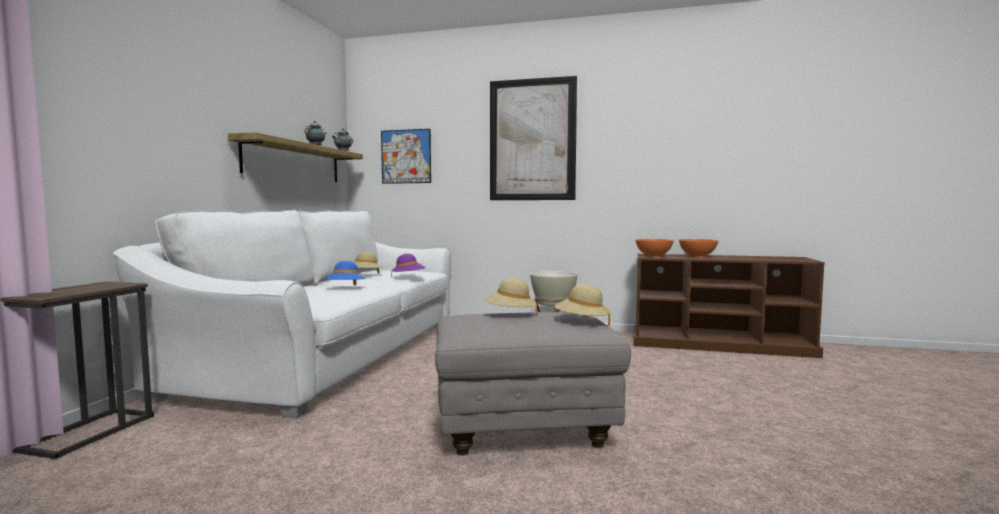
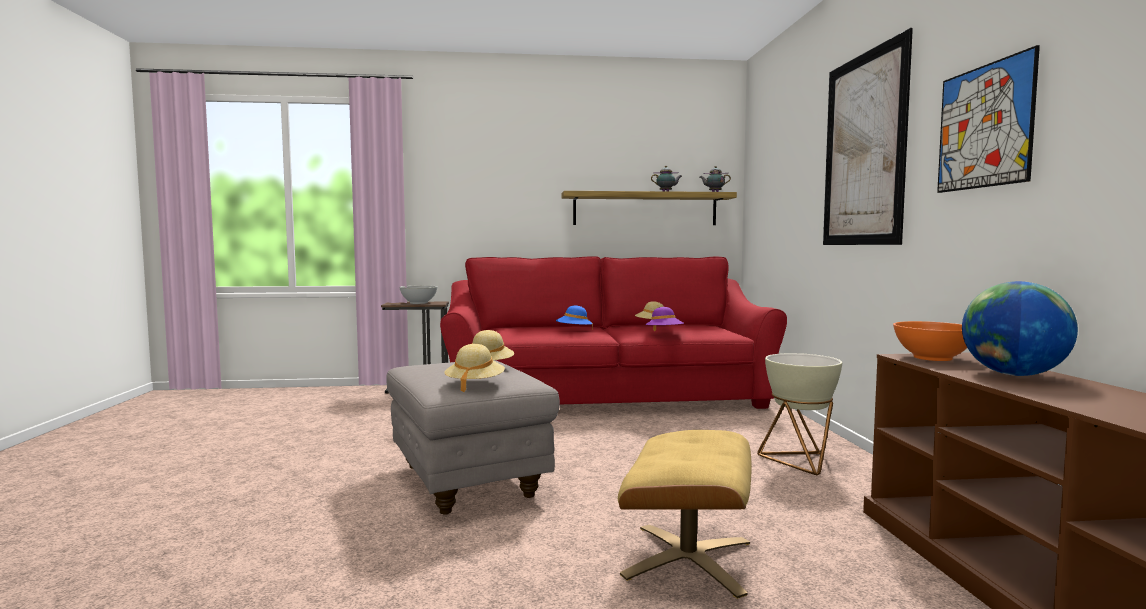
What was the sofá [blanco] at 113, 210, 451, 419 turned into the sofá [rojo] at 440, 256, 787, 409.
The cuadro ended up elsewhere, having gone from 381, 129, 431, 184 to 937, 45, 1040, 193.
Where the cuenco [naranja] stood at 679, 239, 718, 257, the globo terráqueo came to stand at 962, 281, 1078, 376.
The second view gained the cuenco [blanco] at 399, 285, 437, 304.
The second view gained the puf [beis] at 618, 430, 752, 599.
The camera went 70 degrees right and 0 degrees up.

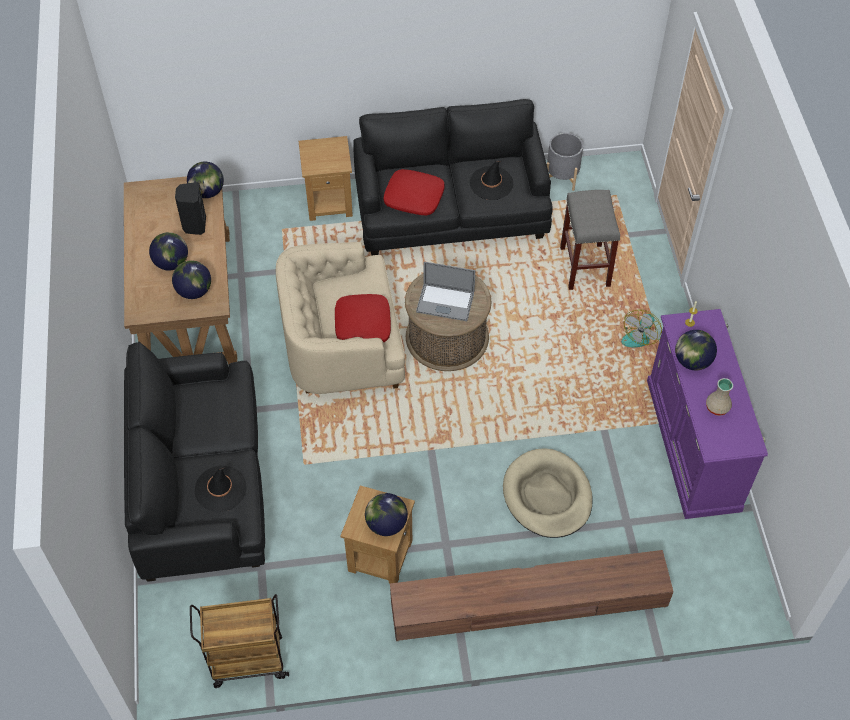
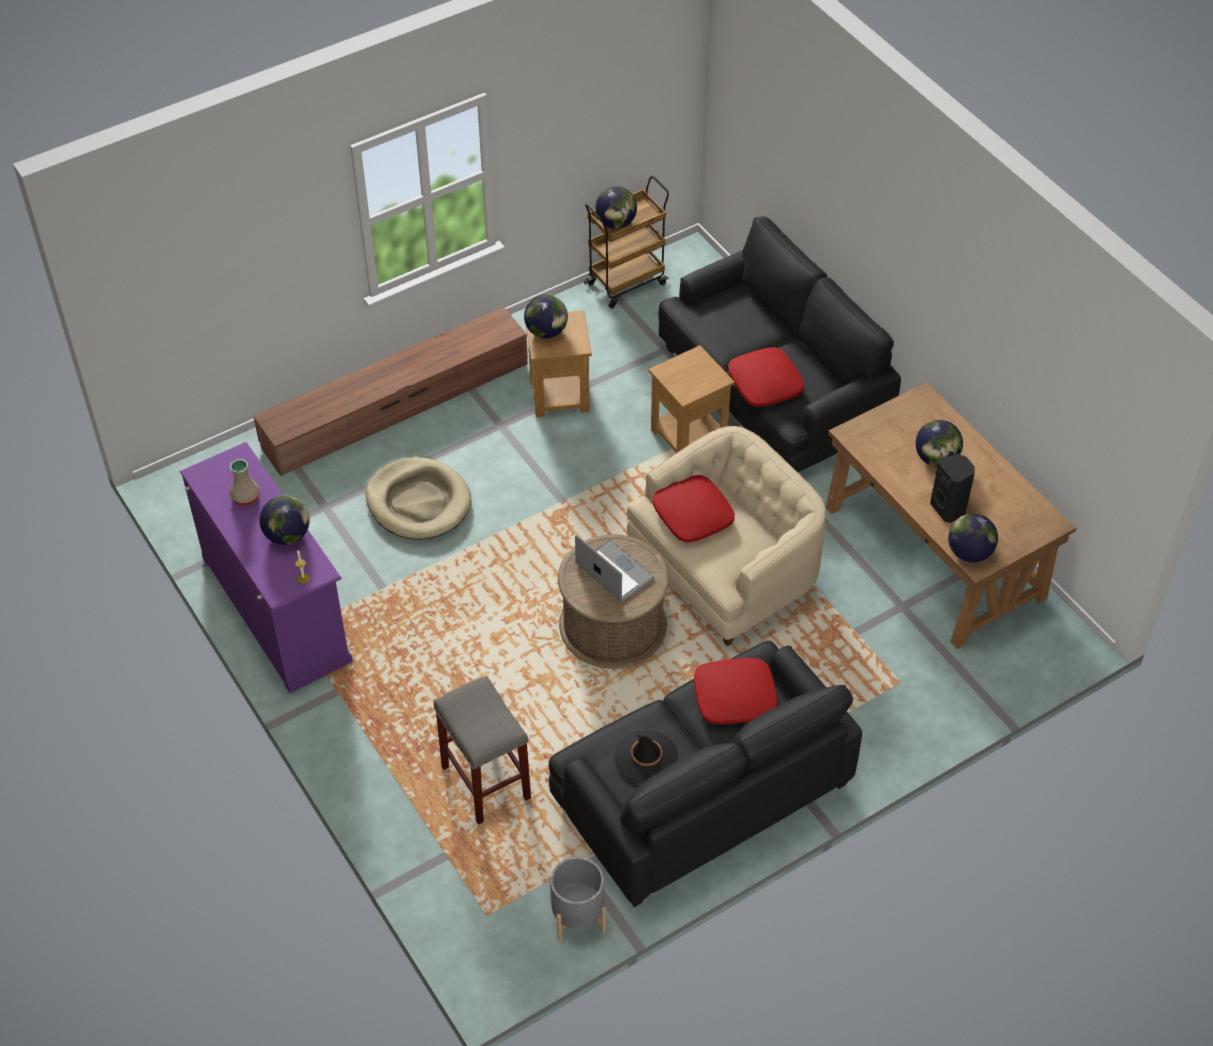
The globo terráqueo ended up elsewhere, having gone from 172, 260, 211, 299 to 595, 186, 637, 229.
The second view lost the sombrero [negro] at 195, 466, 246, 512.
The mesa auxiliar [marrón] ended up elsewhere, having gone from 299, 136, 353, 221 to 649, 345, 735, 453.
The portátil at 416, 262, 475, 321 ended up facing another way, 60 degrees clockwise from before.
The second view lost the ventilador at 621, 309, 662, 347.
The second view gained the cojín [rojo] at 728, 347, 804, 407.
The camera went 155 degrees right and 5 degrees down.

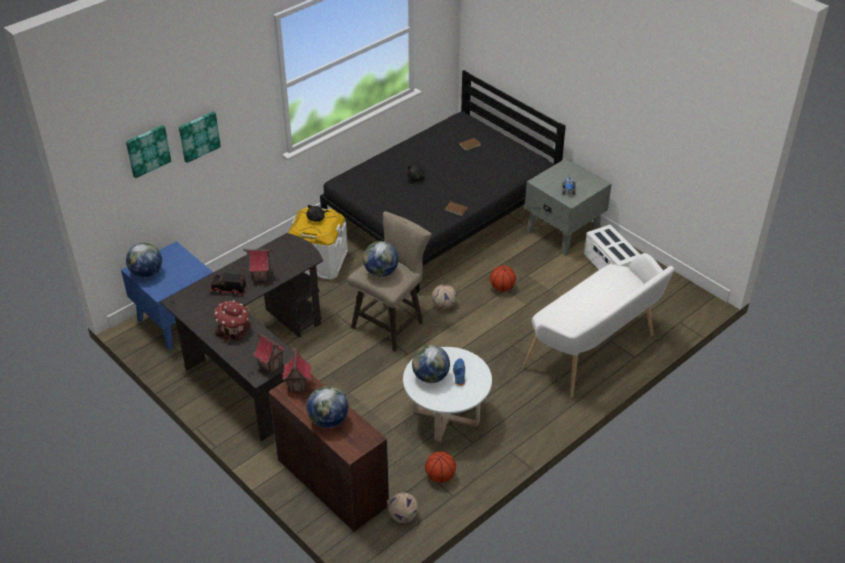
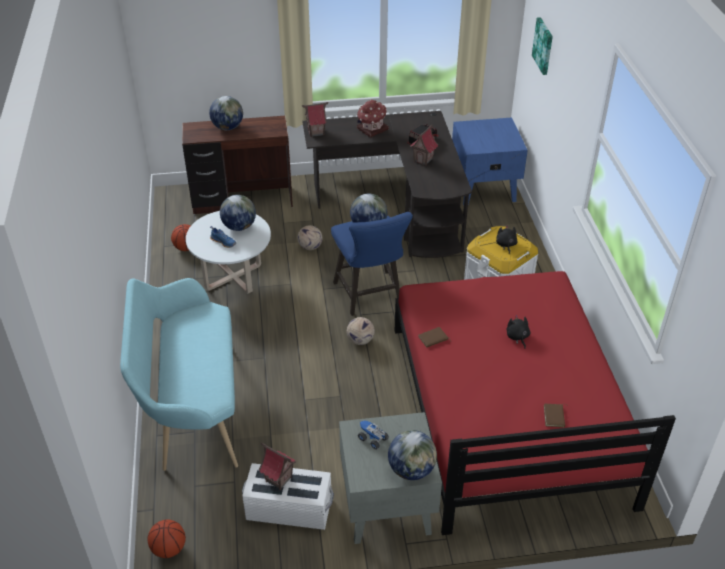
The globo terráqueo ended up elsewhere, having gone from 126, 243, 162, 278 to 388, 430, 437, 480.
The second view lost the cuadro at 179, 111, 221, 163.
The casita ended up elsewhere, having gone from 282, 346, 311, 392 to 258, 442, 296, 490.
What was the cama [negro] at 320, 70, 566, 293 turned into the cama [rojo] at 395, 271, 676, 535.
What was the taburete [beis] at 348, 211, 432, 352 turned into the taburete [azul] at 331, 212, 413, 316.
The balón de fútbol ended up elsewhere, having gone from 388, 493, 418, 523 to 298, 225, 323, 250.
The balón de baloncesto ended up elsewhere, having gone from 490, 265, 516, 292 to 147, 519, 186, 558.
What was the banco [blanco] at 522, 253, 675, 397 turned into the banco [turquesa] at 120, 278, 238, 471.
The camera went 125 degrees right and 0 degrees up.

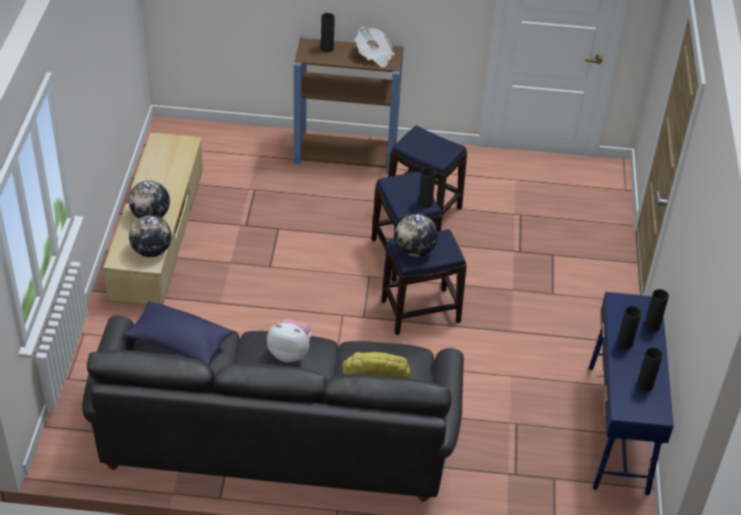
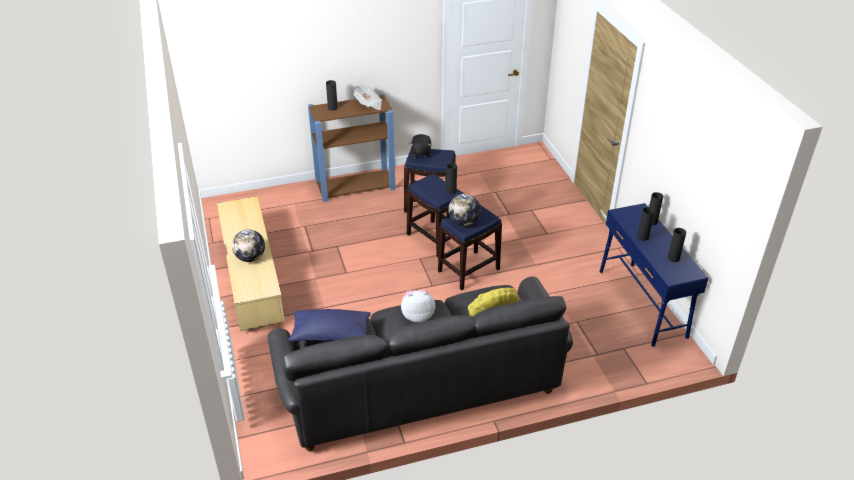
The second view lost the globo terráqueo at 129, 215, 171, 257.
The second view gained the peluche [negro] at 410, 134, 431, 158.
The camera went 20 degrees left and 5 degrees down.

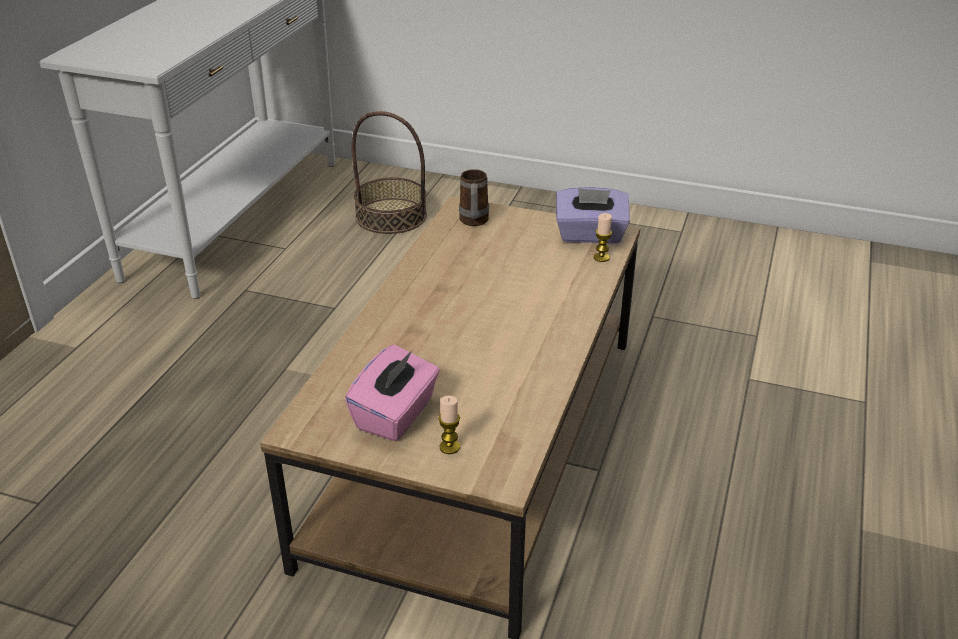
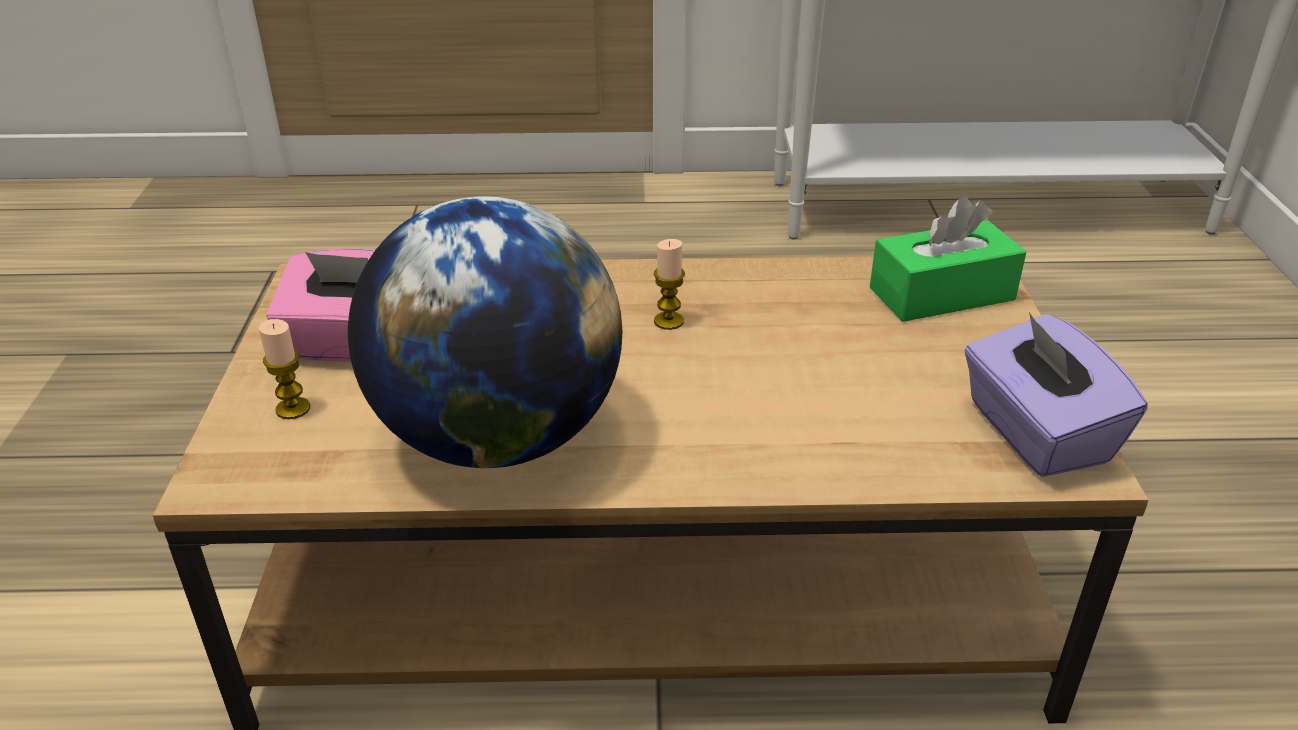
The second view lost the cesta at 352, 111, 427, 234.
Where the taza grande stood at 459, 169, 489, 226, the caja de pañuelos [verde] came to stand at 870, 197, 1026, 322.
The vela ended up elsewhere, having gone from 594, 213, 612, 262 to 654, 239, 685, 330.
The second view gained the globo terráqueo at 348, 196, 622, 468.
The camera went 70 degrees right and 0 degrees up.

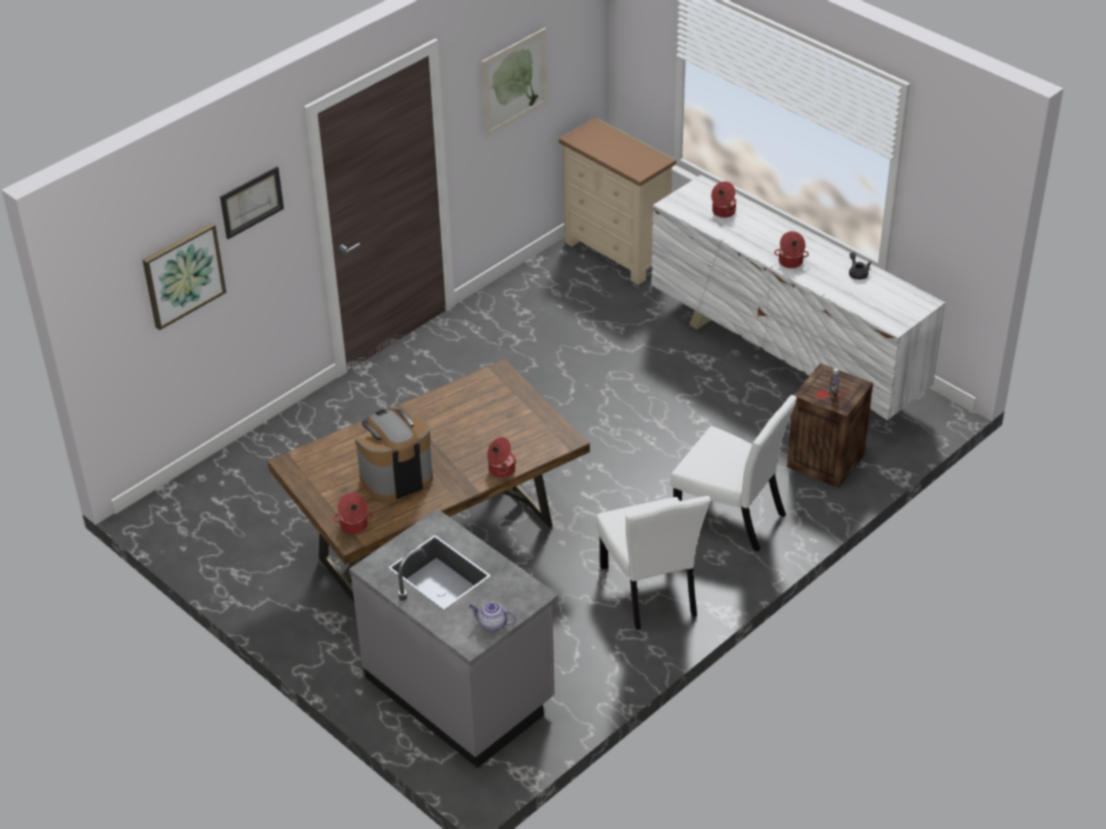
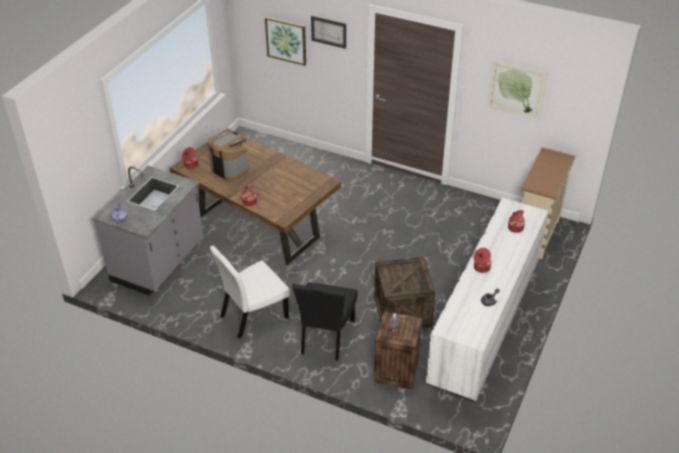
What was the silla [blanco] at 670, 395, 797, 551 turned into the silla [negro] at 292, 282, 357, 361.
The second view gained the caja de embalaje at 374, 257, 435, 328.
The camera went 70 degrees right and 0 degrees up.

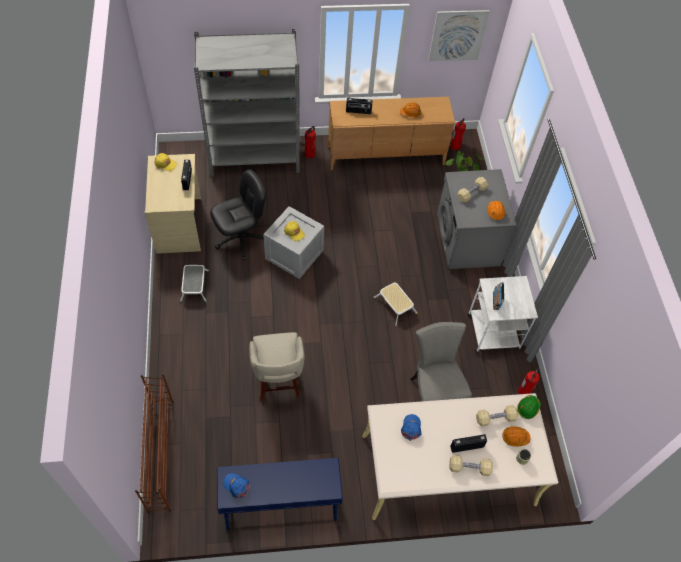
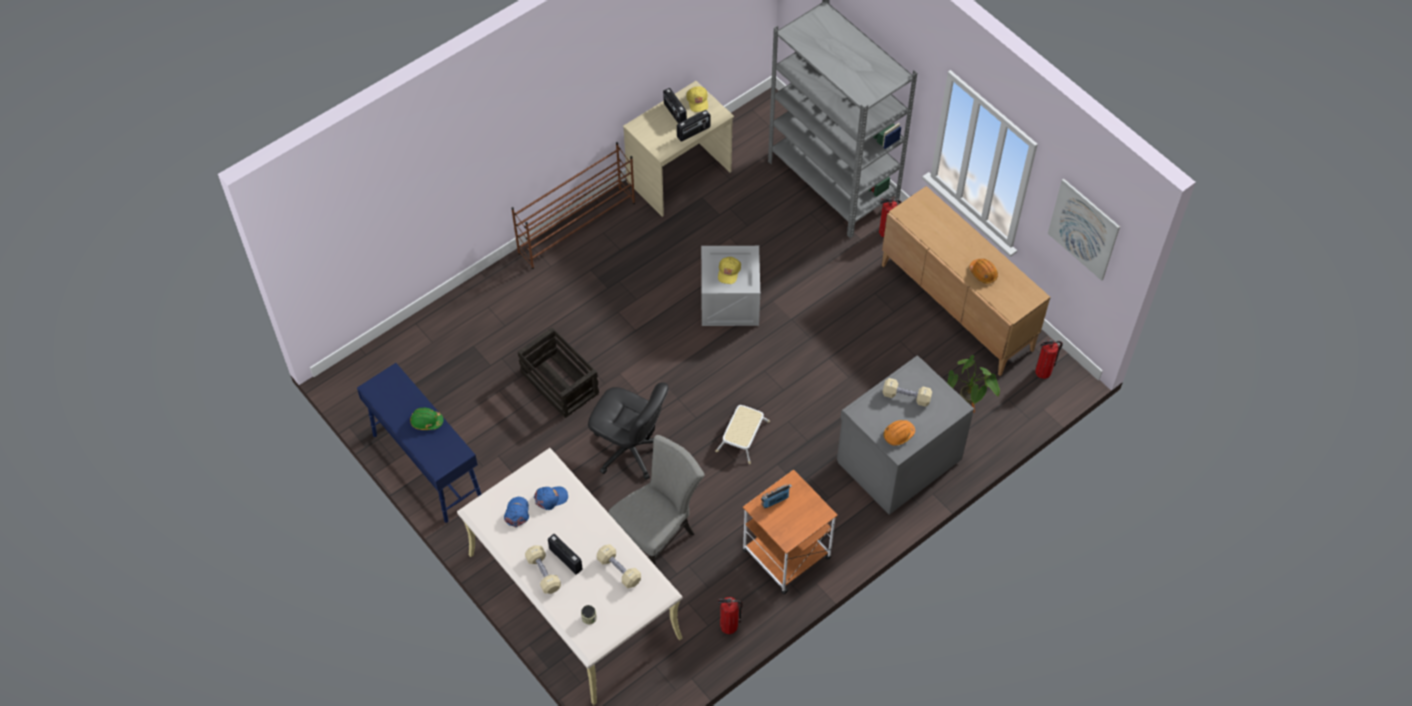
The zapatero [marrón] ended up elsewhere, having gone from 135, 374, 174, 513 to 511, 142, 635, 269.
The second view lost the escalera de tijera [gris] at 179, 265, 210, 303.
The silla de oficina [negro] ended up elsewhere, having gone from 210, 169, 266, 260 to 588, 382, 669, 480.
The gorra [azul] ended up elsewhere, having gone from 223, 473, 250, 498 to 504, 497, 529, 527.
Where the taburete [beis] stood at 249, 332, 305, 401, the caja de embalaje came to stand at 518, 328, 599, 418.
The radio ended up elsewhere, having gone from 346, 98, 373, 114 to 663, 88, 687, 123.
What was the carrito [blanco] at 468, 276, 538, 353 turned into the carrito [naranja] at 742, 469, 838, 595.
The second view lost the casco [naranja] at 502, 426, 531, 447.
The casco [verde] ended up elsewhere, having gone from 517, 395, 541, 419 to 410, 408, 444, 430.
The camera went 60 degrees right and 0 degrees up.

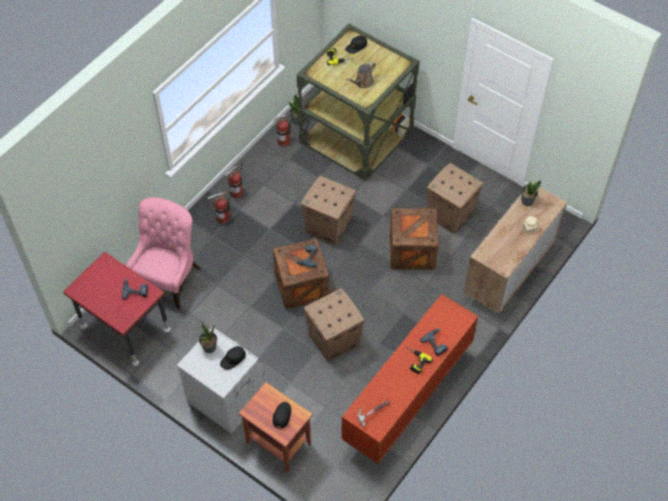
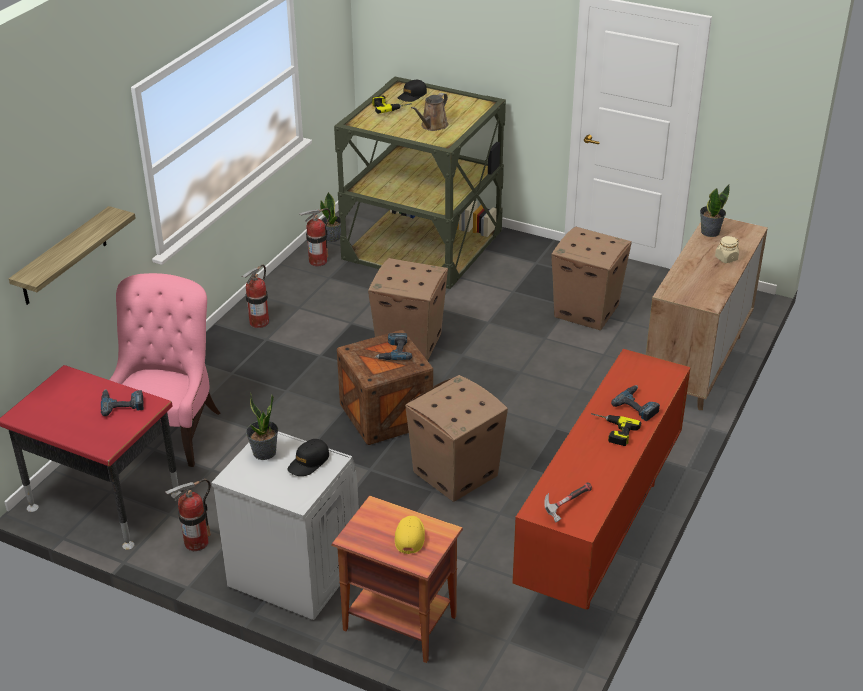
The extintor ended up elsewhere, having gone from 207, 191, 232, 224 to 165, 479, 211, 551.
What was the gorra [negro] at 273, 402, 291, 428 turned into the gorra [amarillo] at 395, 516, 425, 554.
The second view lost the caja de embalaje at 390, 208, 439, 270.
The second view gained the estante at 9, 206, 136, 305.
The camera went 10 degrees left and 20 degrees down.

